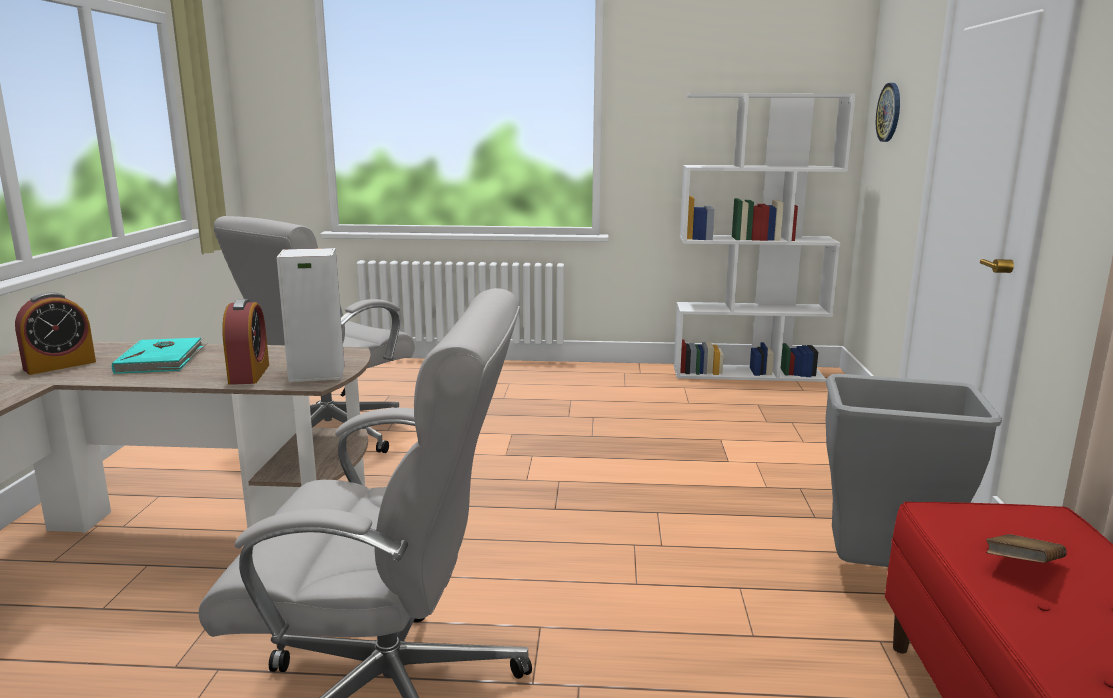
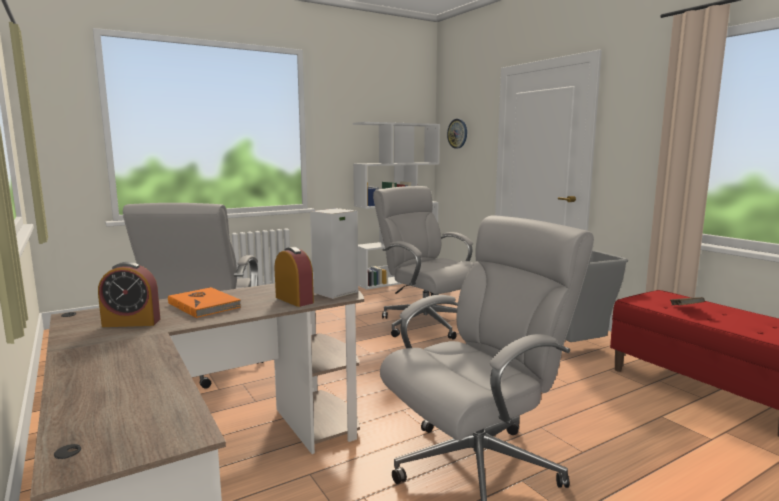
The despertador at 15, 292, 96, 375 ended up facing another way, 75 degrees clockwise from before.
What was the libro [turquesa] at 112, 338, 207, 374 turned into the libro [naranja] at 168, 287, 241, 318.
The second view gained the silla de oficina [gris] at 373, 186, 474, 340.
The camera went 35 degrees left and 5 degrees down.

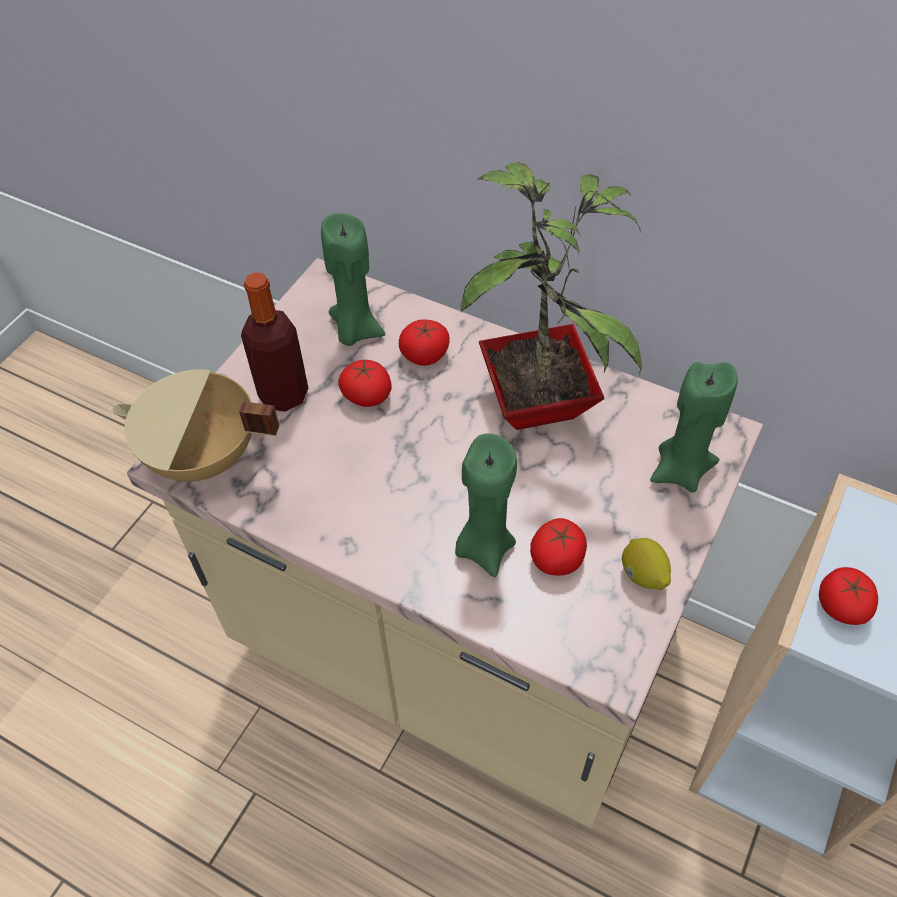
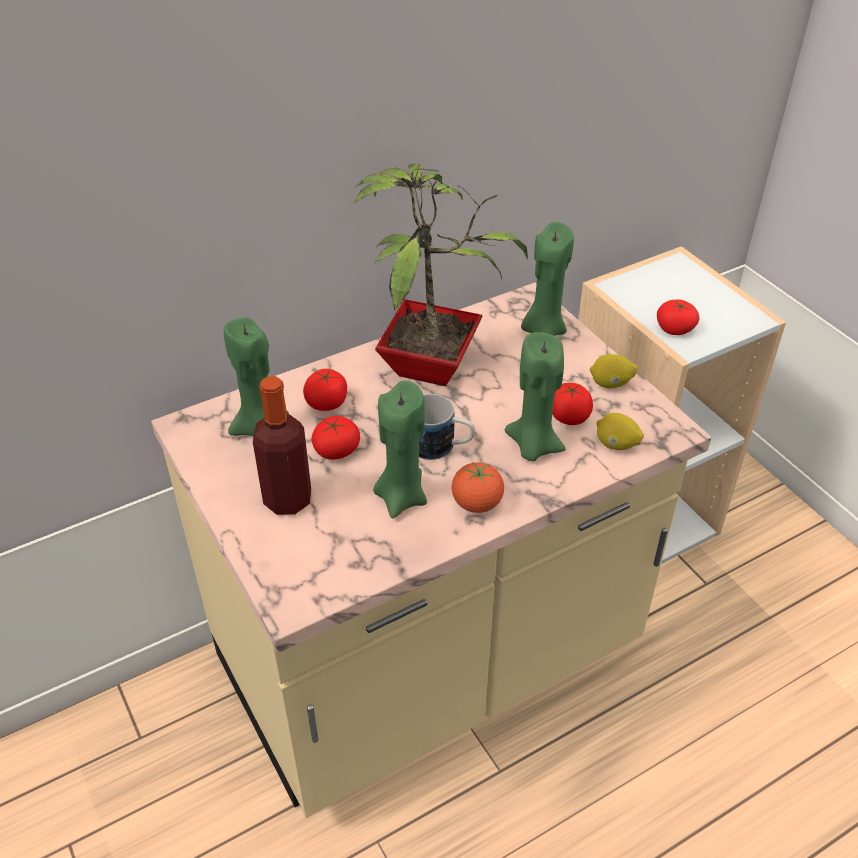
The second view lost the olla [beis] at 112, 369, 280, 482.
The second view gained the vela [verde] at 373, 380, 427, 518.
The second view gained the taza grande at 419, 394, 475, 460.
The second view gained the tomate at 452, 463, 504, 513.
The second view gained the limón at 597, 413, 644, 450.
The camera went 60 degrees left and 10 degrees down.

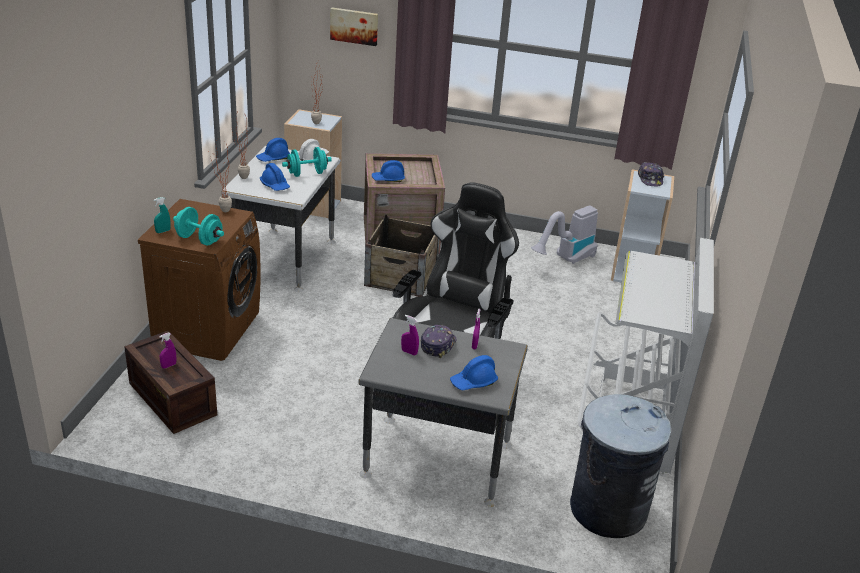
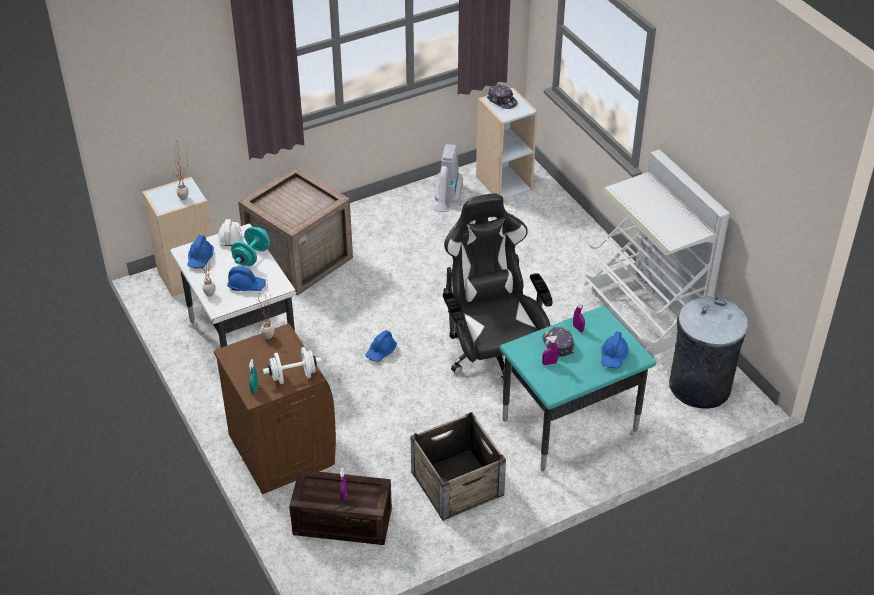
What was the mancuerna [turquesa] at 173, 207, 224, 246 turned into the mancuerna [blanco] at 263, 347, 322, 384.
The second view lost the cuadro at 330, 7, 378, 46.
What was the escritorio [gris] at 359, 318, 528, 507 turned into the escritorio [turquesa] at 500, 305, 656, 477.
The caja de embalaje ended up elsewhere, having gone from 364, 214, 439, 297 to 411, 412, 506, 521.
The casco [azul] ended up elsewhere, having gone from 372, 160, 405, 182 to 365, 330, 397, 362.
The camera went 40 degrees left and 10 degrees up.

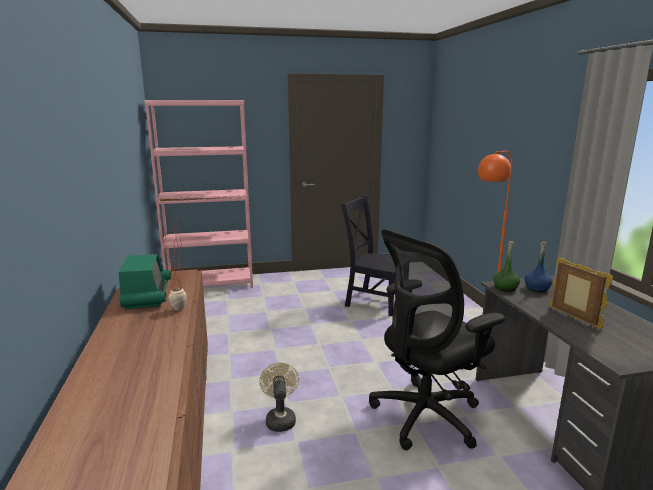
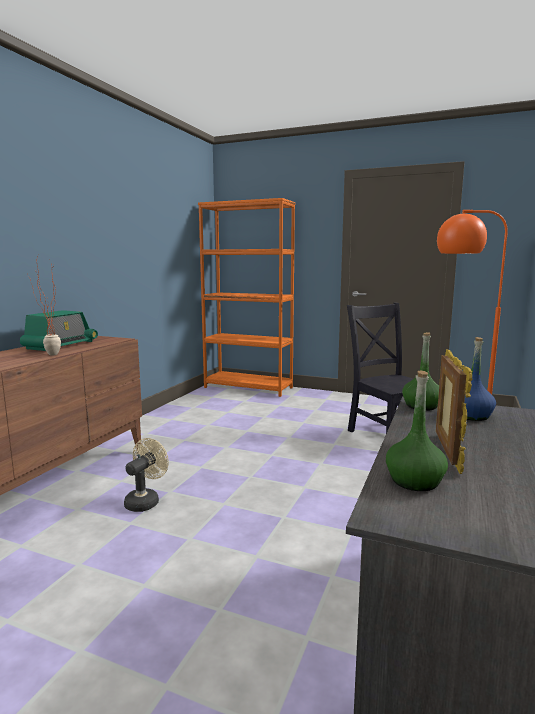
What was the estantería [rosa] at 144, 100, 253, 288 turned into the estantería [naranja] at 198, 198, 295, 397.
The second view lost the silla de oficina [negro] at 369, 229, 505, 450.
The second view gained the botella [verde] at 386, 370, 448, 491.
The camera went 35 degrees right and 5 degrees down.

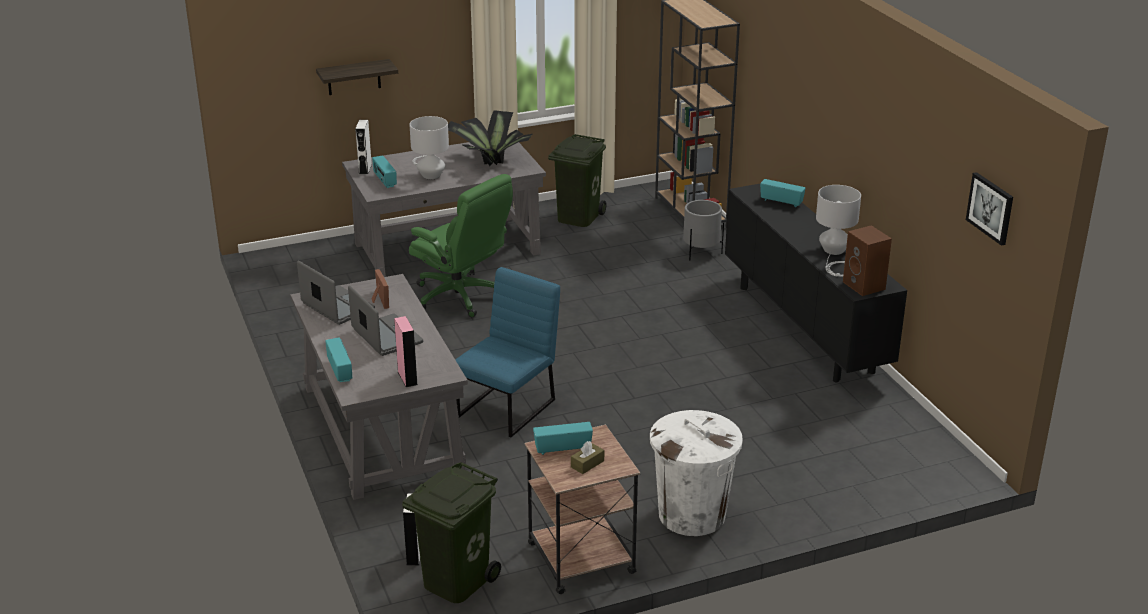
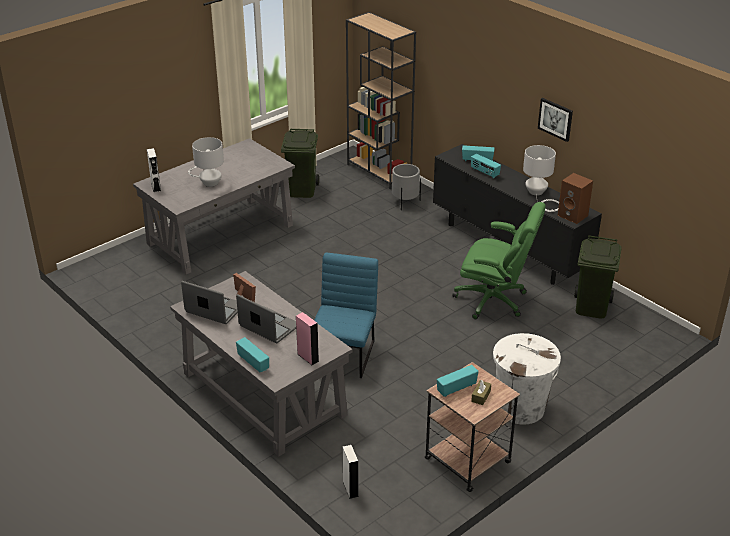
The second view lost the estante at 316, 59, 398, 95.
The radio ended up elsewhere, having gone from 372, 155, 397, 188 to 471, 154, 501, 178.
The papelera [verde] ended up elsewhere, having gone from 402, 462, 501, 603 to 574, 235, 622, 318.
The silla de oficina [verde] ended up elsewhere, having gone from 409, 174, 513, 318 to 452, 202, 546, 319.
The second view lost the planta en maceta at 448, 110, 532, 166.
The cuadro ended up elsewhere, having gone from 966, 172, 1013, 246 to 538, 98, 573, 142.
The camera went 20 degrees left and 5 degrees up.

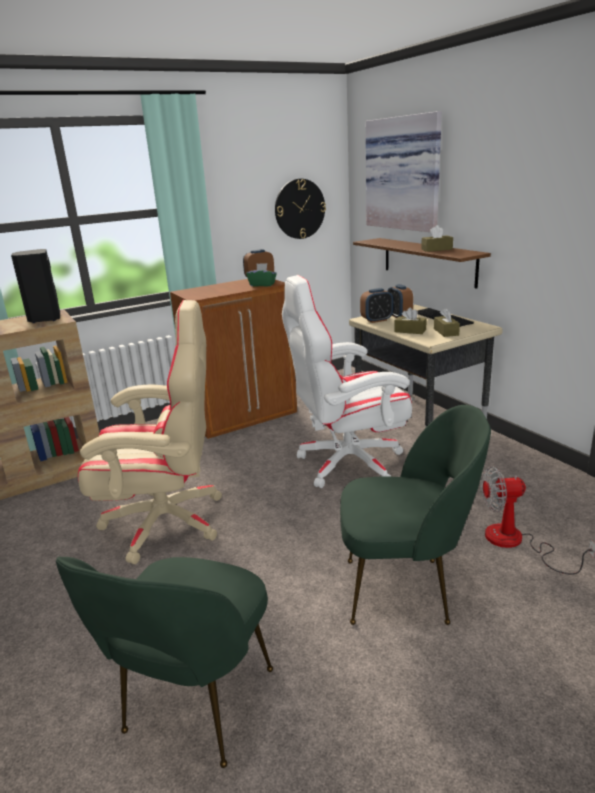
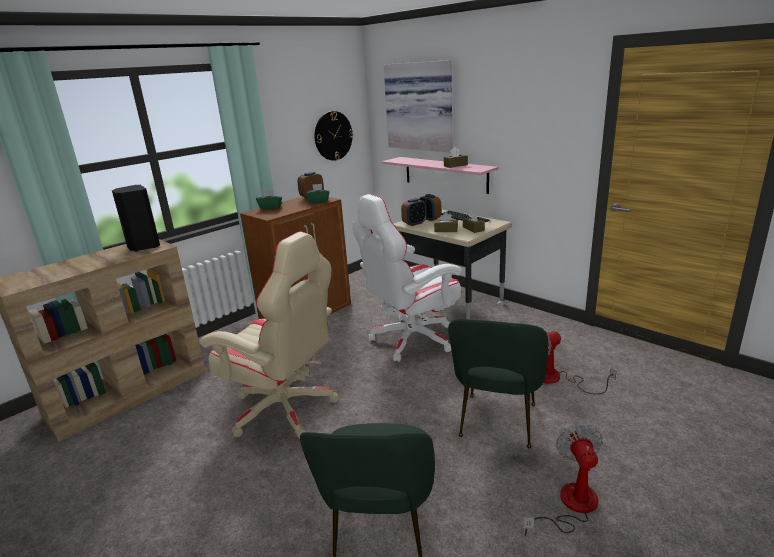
The silla de oficina [beis] at 78, 300, 222, 564 ended up facing another way, 45 degrees clockwise from before.
The silla [verde] at 340, 405, 491, 625 ended up facing another way, 120 degrees clockwise from before.
What was the estante [marrón] at 353, 238, 491, 289 turned into the estante [rosa] at 382, 157, 498, 194.
The second view gained the caja de pañuelos [verde] at 256, 189, 282, 210.
The second view gained the ventilador at 523, 424, 603, 536.
The camera went 15 degrees left and 0 degrees up.

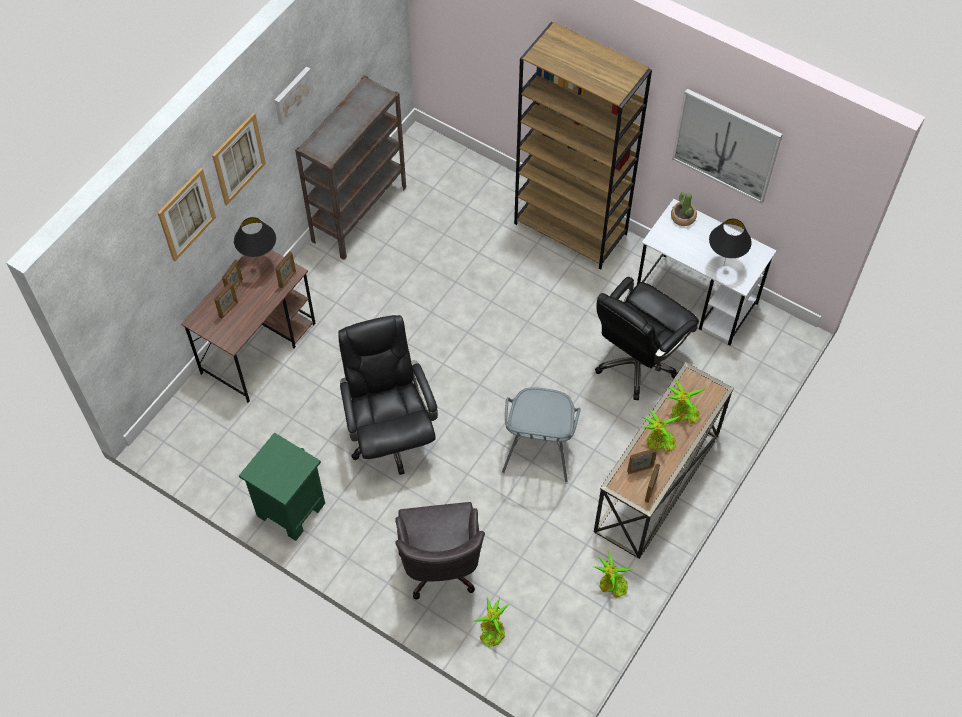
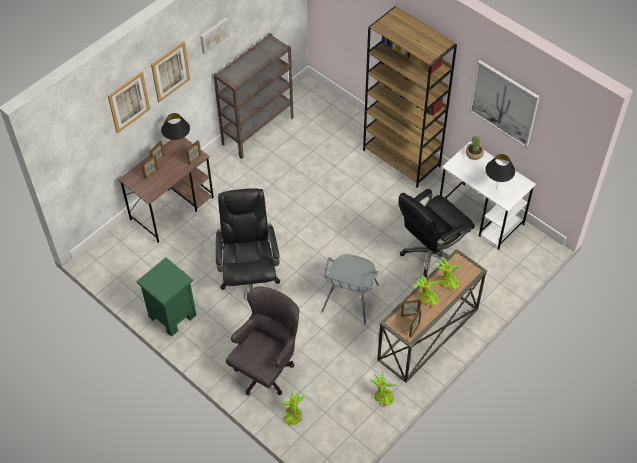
The silla de oficina [gris] at 395, 502, 485, 599 ended up facing another way, 150 degrees counterclockwise from before.
The camera went 10 degrees right and 5 degrees down.

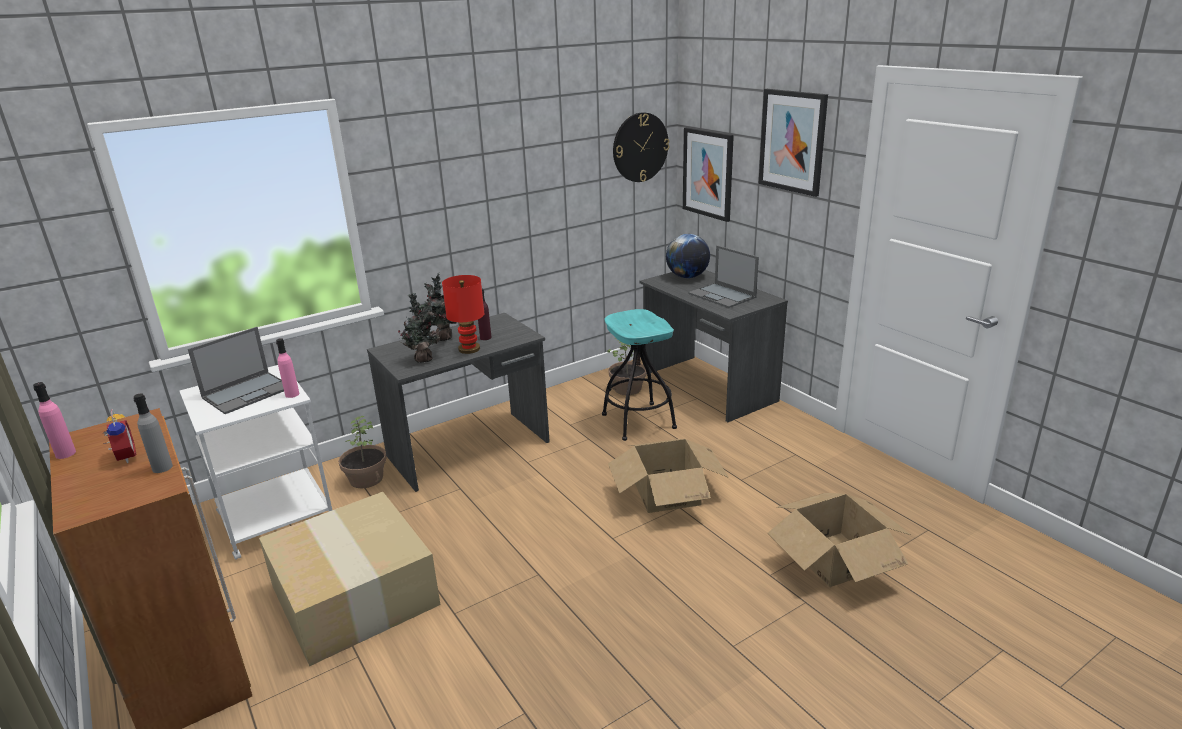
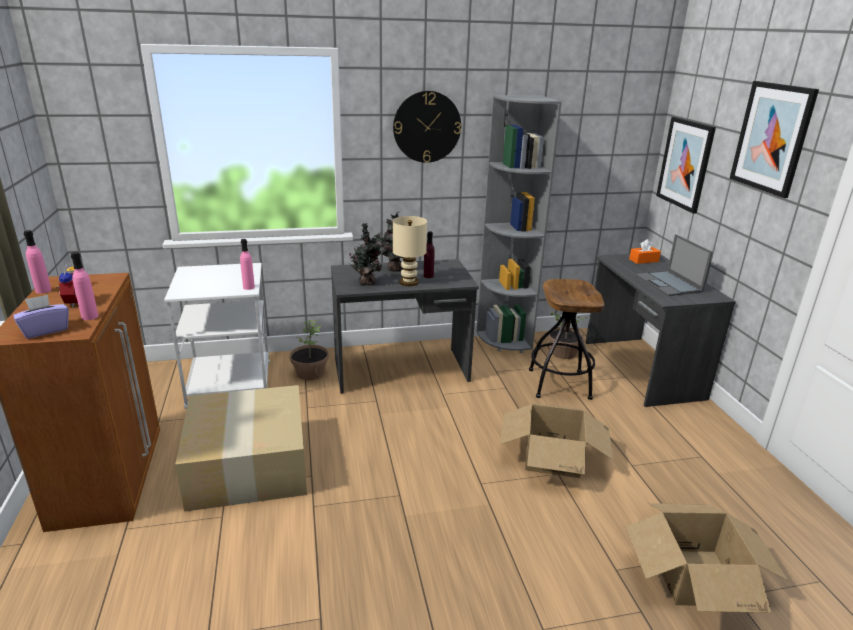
What was the botella [gris] at 134, 394, 173, 473 turned into the botella [rosa] at 71, 252, 99, 320.
The second view lost the portátil at 188, 327, 284, 414.
What was the lámpara de mesa [rojo] at 442, 275, 484, 354 turned into the lámpara de mesa [beis] at 393, 216, 427, 286.
What was the taburete [turquesa] at 602, 309, 677, 441 turned into the taburete [marrón] at 529, 279, 605, 400.
The reloj de pared ended up elsewhere, having gone from 613, 112, 670, 182 to 393, 91, 461, 163.
Where the globo terráqueo stood at 666, 234, 710, 278, the caja de pañuelos [naranja] came to stand at 629, 239, 661, 264.
The second view gained the caja de pañuelos [morado] at 13, 295, 69, 339.
The second view gained the estantería [gris] at 477, 95, 562, 353.
The camera went 20 degrees right and 0 degrees up.

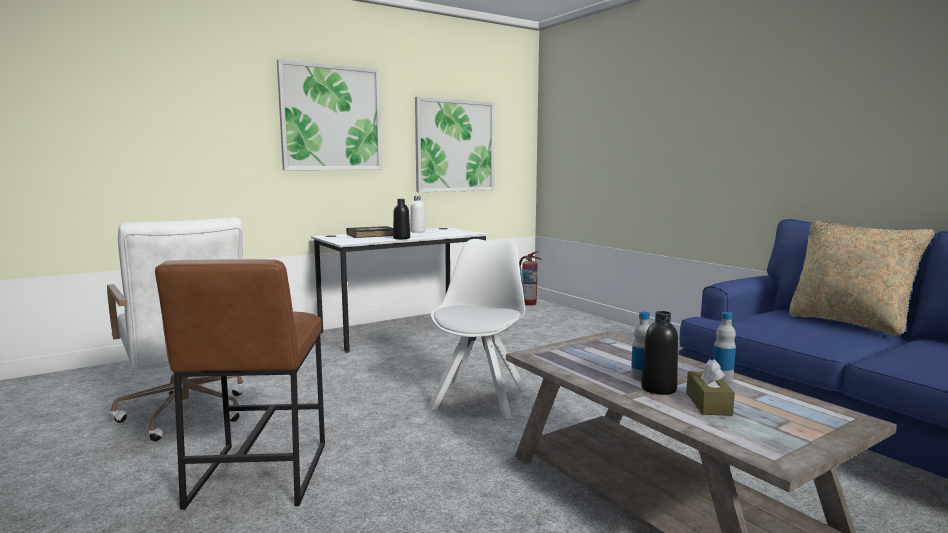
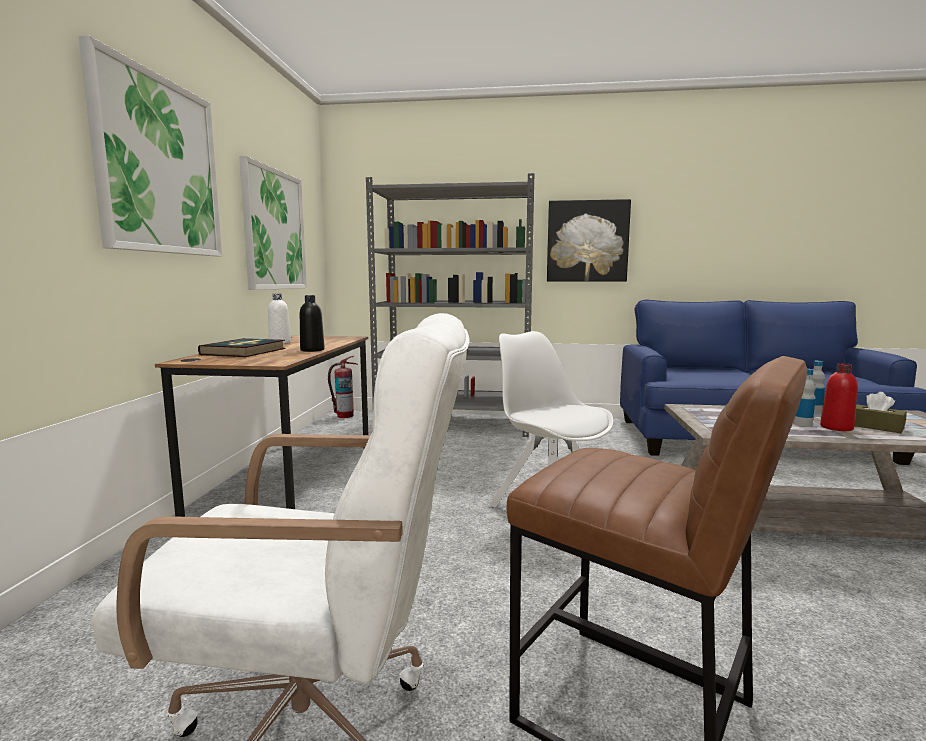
What was the escritorio [blanco] at 311, 227, 489, 353 turned into the escritorio [marrón] at 155, 336, 368, 517.
What was the botella [negro] at 641, 311, 678, 395 turned into the botella [rojo] at 820, 363, 858, 431.
The second view lost the cojín [beis] at 789, 220, 935, 336.
The second view gained the estantería [gris] at 366, 173, 534, 437.
The second view gained the cuadro at 547, 199, 631, 282.
The camera went 50 degrees left and 0 degrees up.

